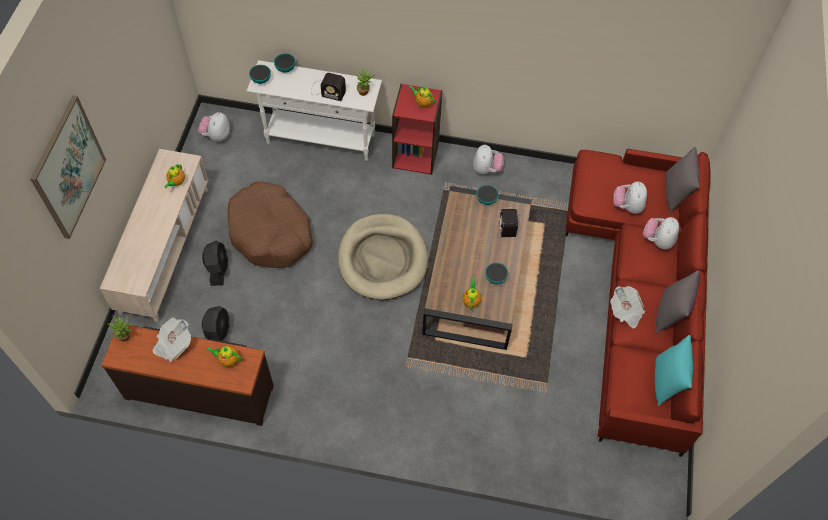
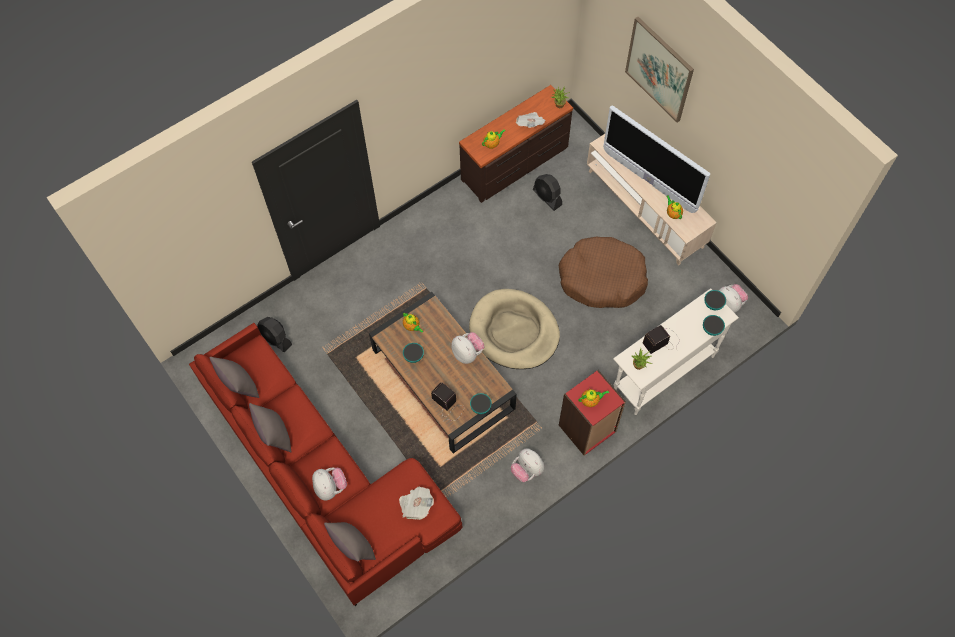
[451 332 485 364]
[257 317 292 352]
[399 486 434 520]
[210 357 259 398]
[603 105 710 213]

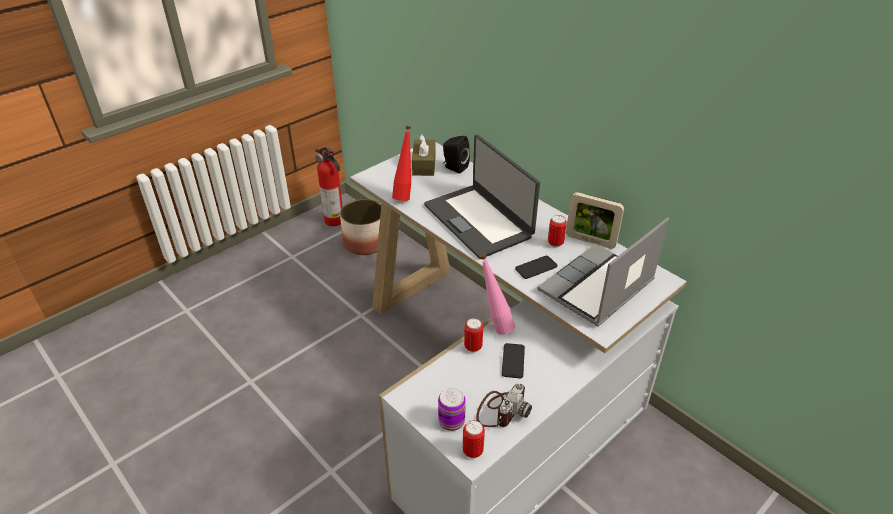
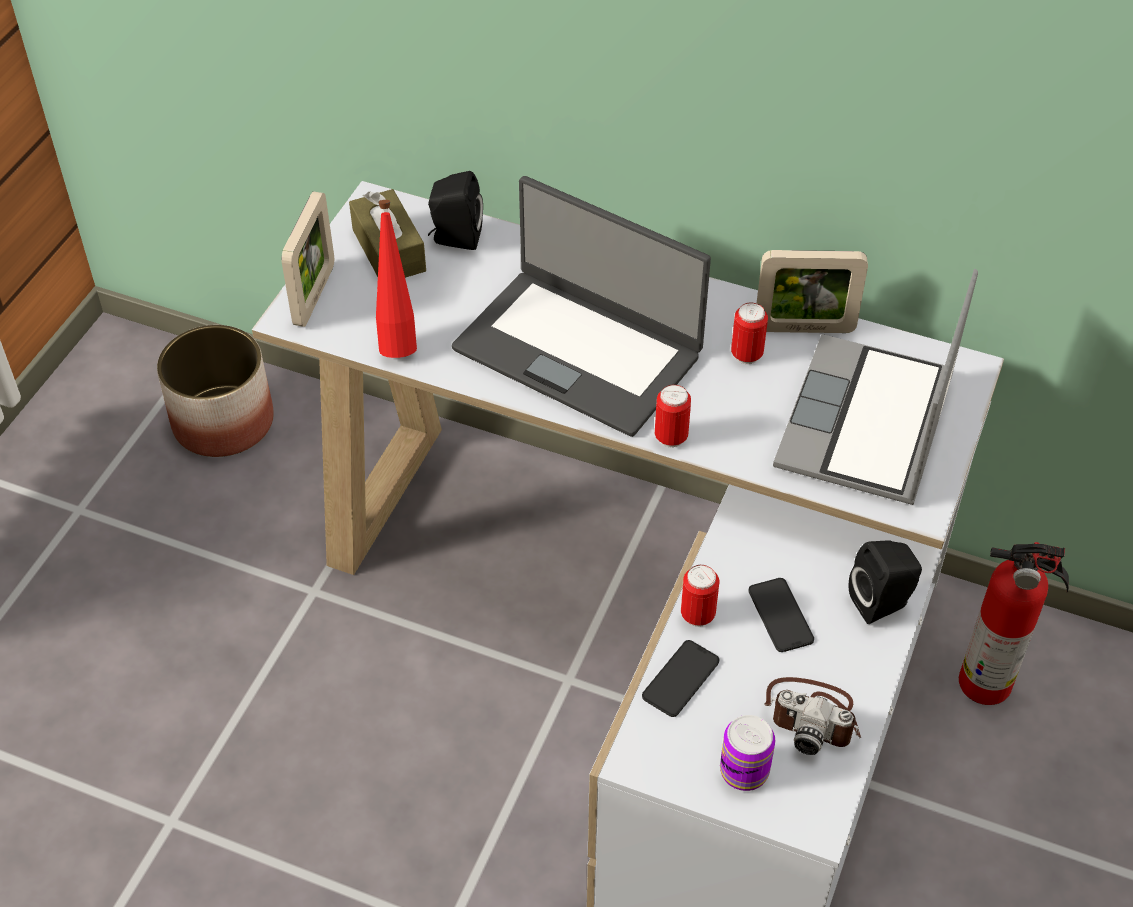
[959 542 1069 705]
[480 254 515 335] (first image)
[642 640 719 717]
[764 677 861 755]
[655 385 691 447]
[281 191 334 327]
[849 541 922 624]

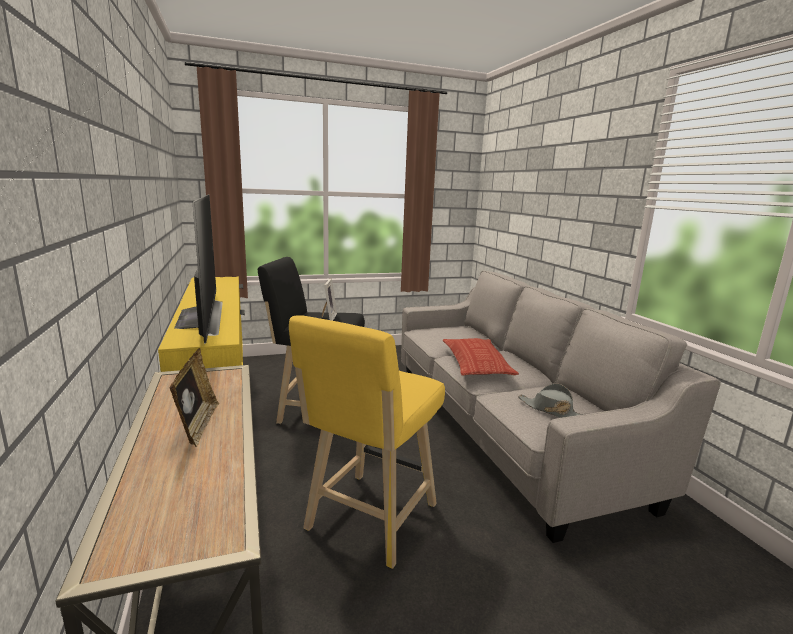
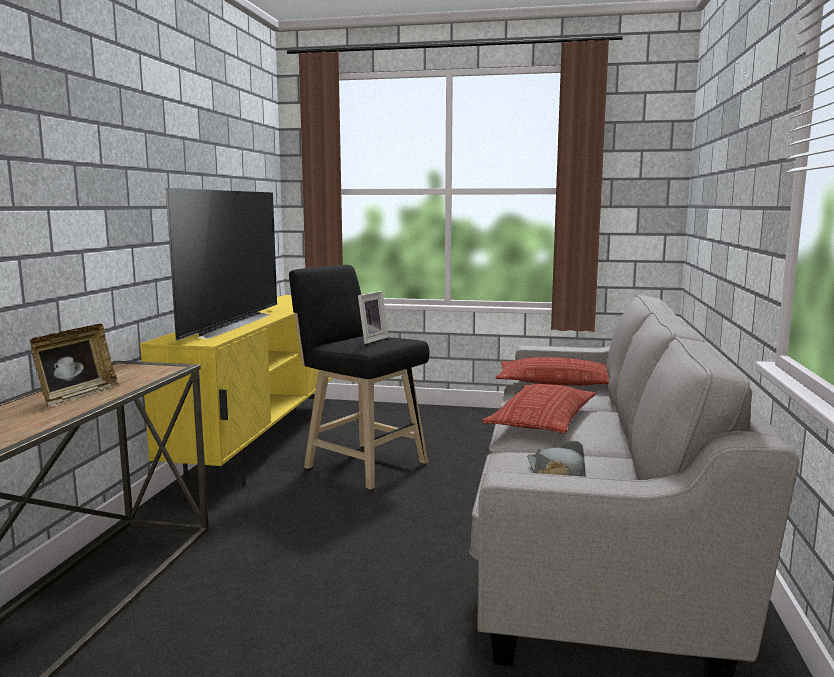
[289 315 445 569] (first image)
[495 357 609 385]

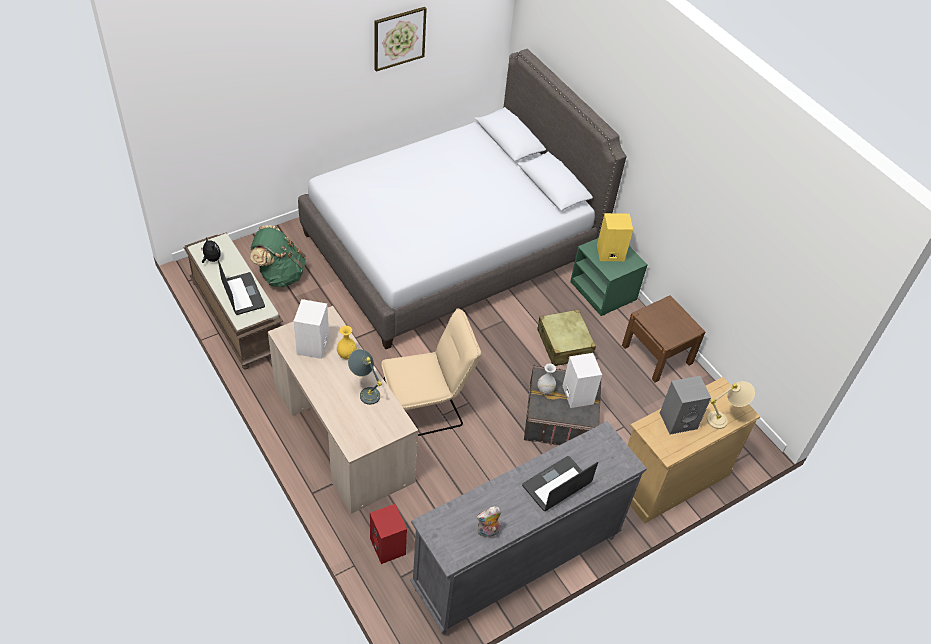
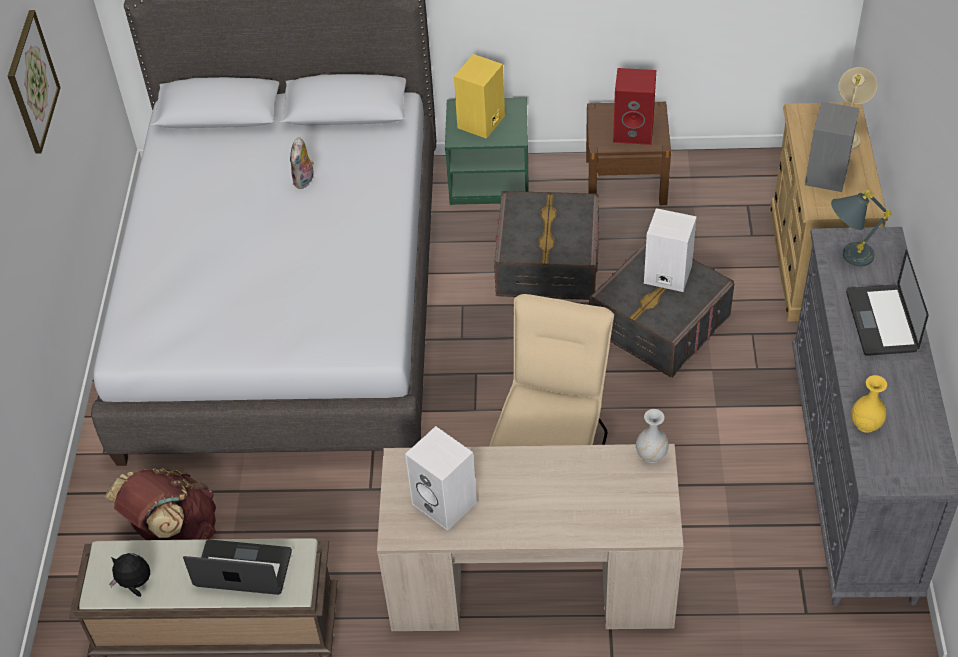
[104 468 216 540]
[494 191 600 300]
[851 375 887 433]
[831 190 892 267]
[636 409 669 463]
[613 68 656 145]
[290 137 314 189]

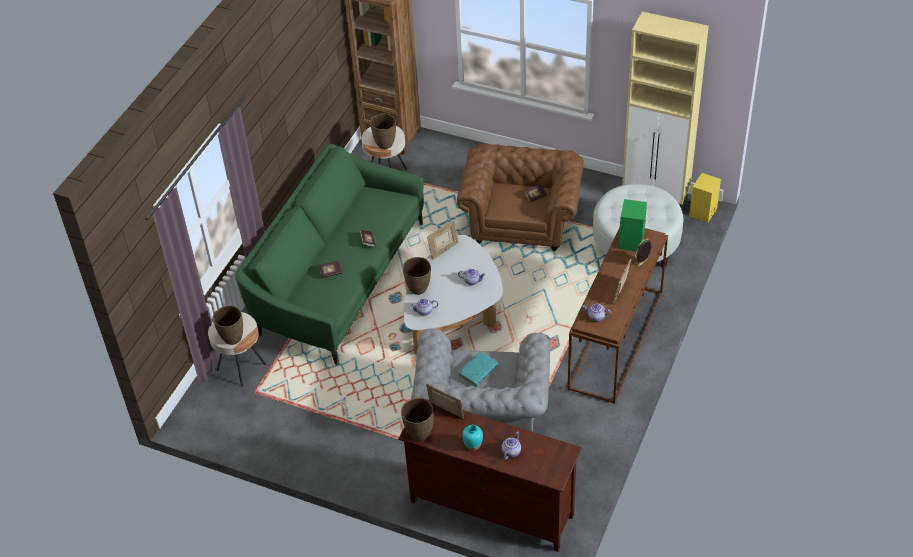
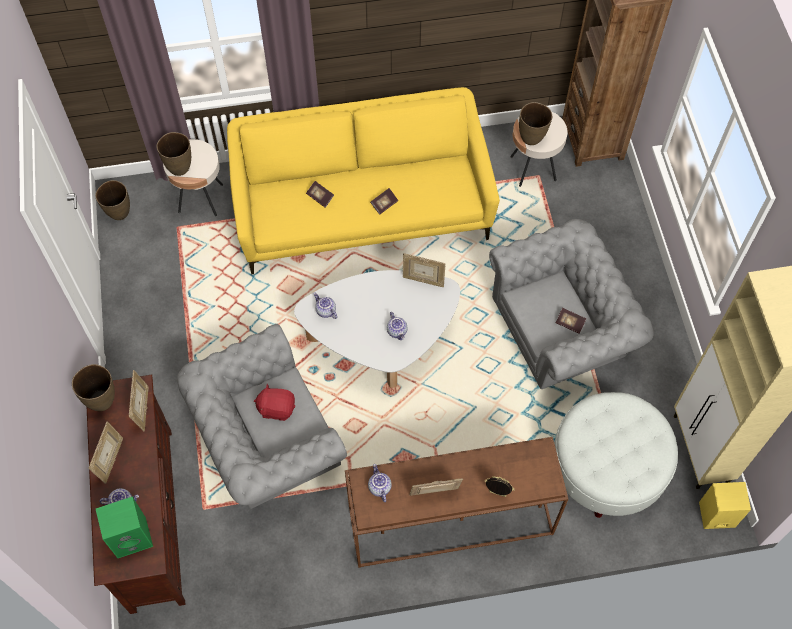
[227 87 500 275]
[489 219 654 389]
[96 497 153 558]
[95 180 130 220]
[254 384 295 421]
[89 422 123 484]

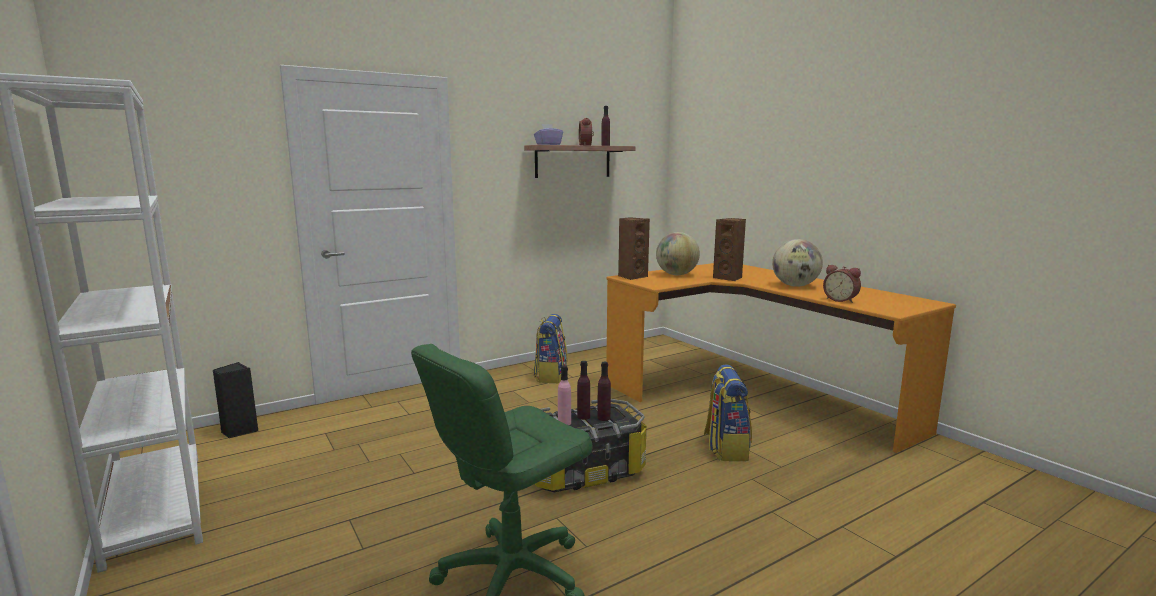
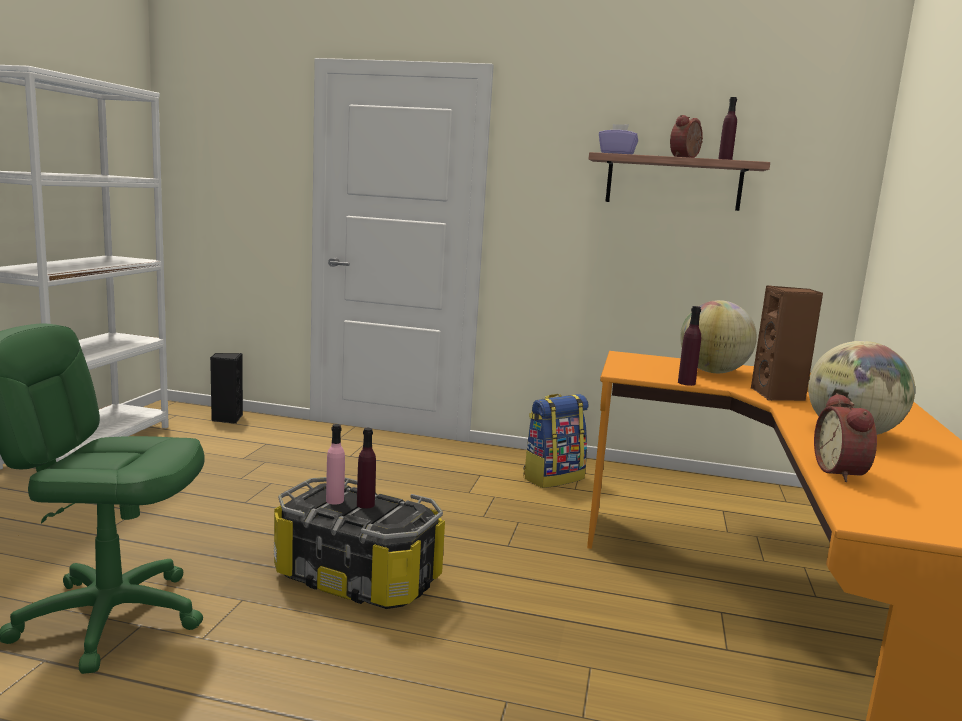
[618 217 650 280] (first image)
[678 306 701 386]
[704 364 752 461] (first image)

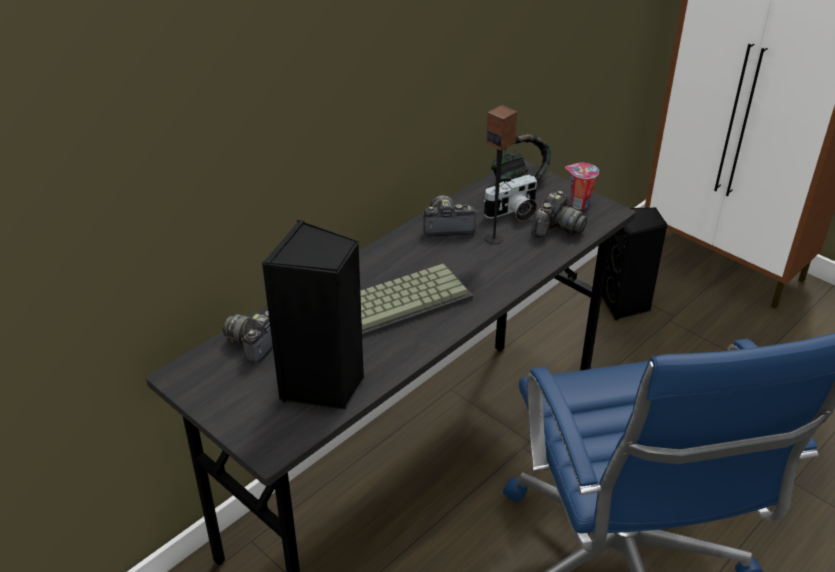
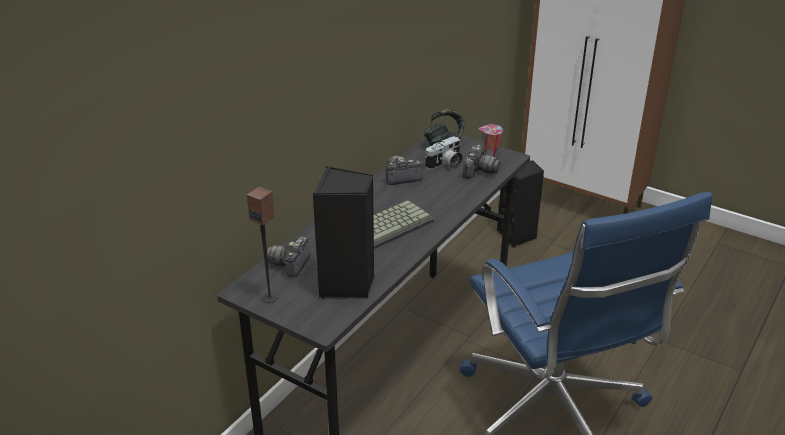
[247 187 278 303]

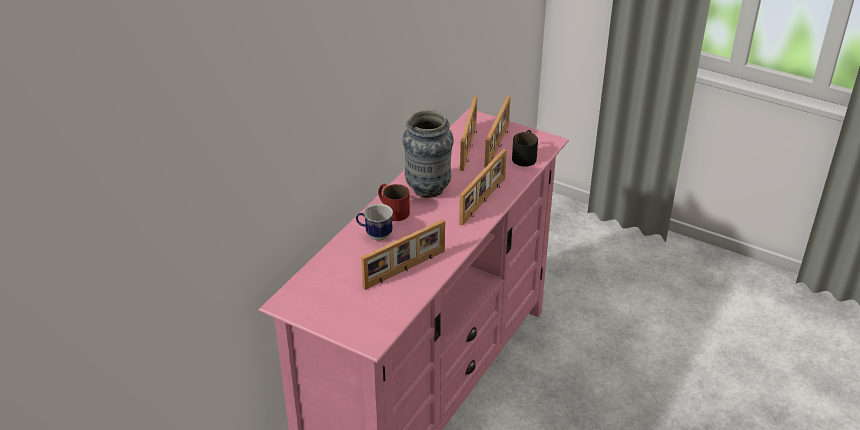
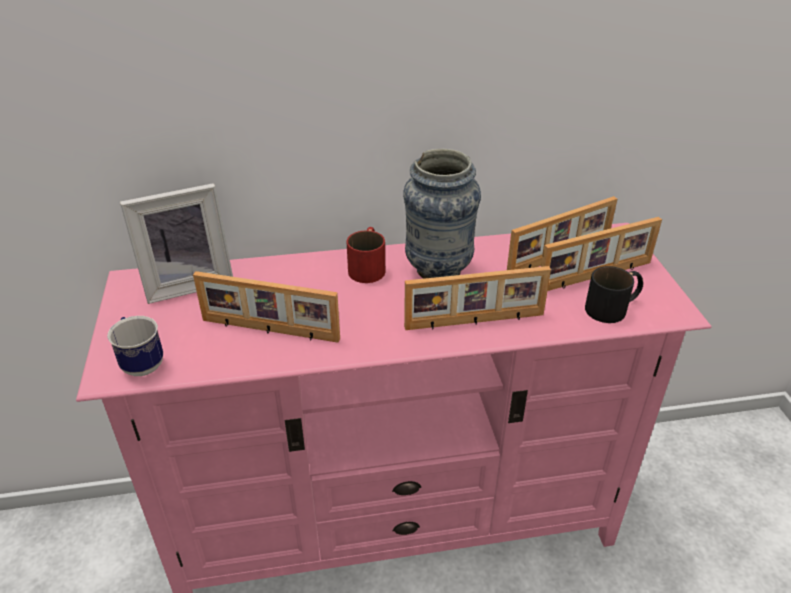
[107 316 163 376]
[120 183 233 304]

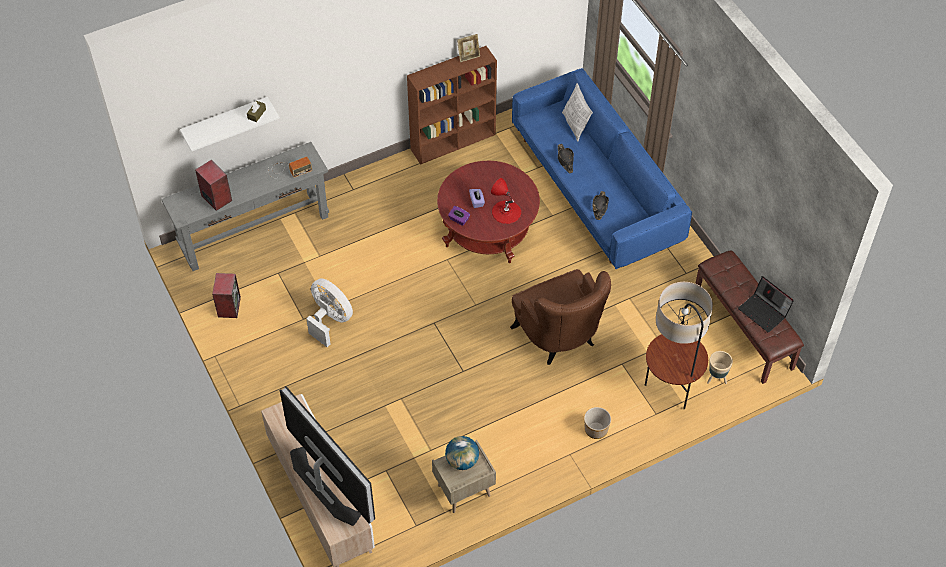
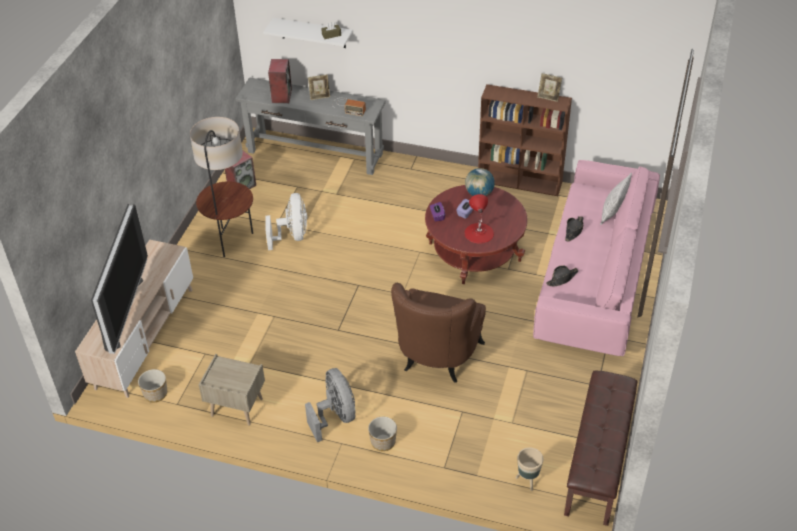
[533 160 660 356]
[738 276 794 333] (first image)
[190 117 253 257]
[465 168 495 196]
[308 74 330 100]
[305 368 356 442]
[138 369 167 402]

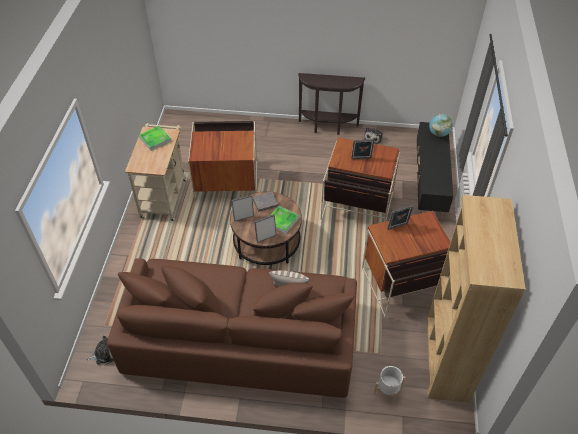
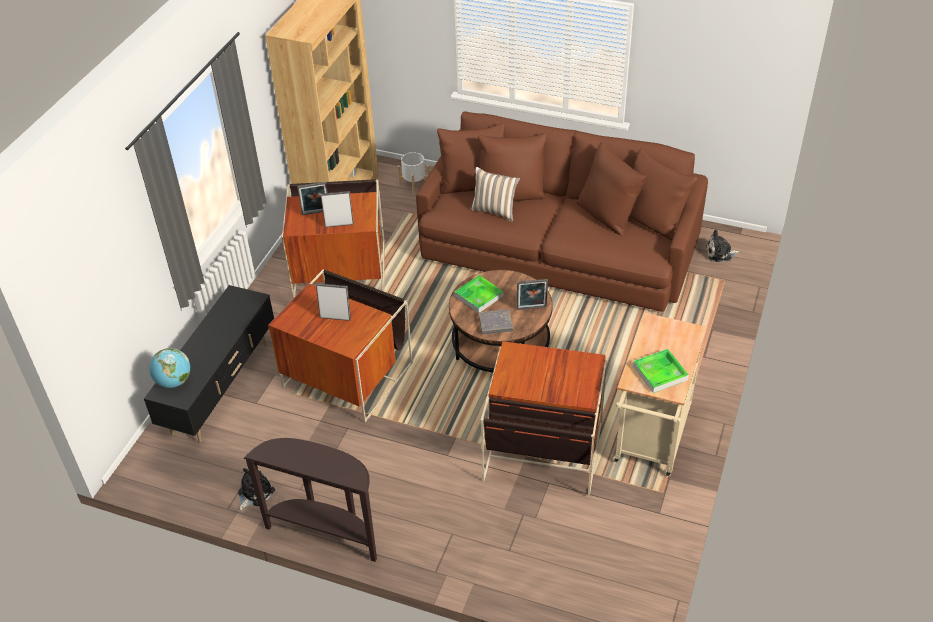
[297 182 328 215]

